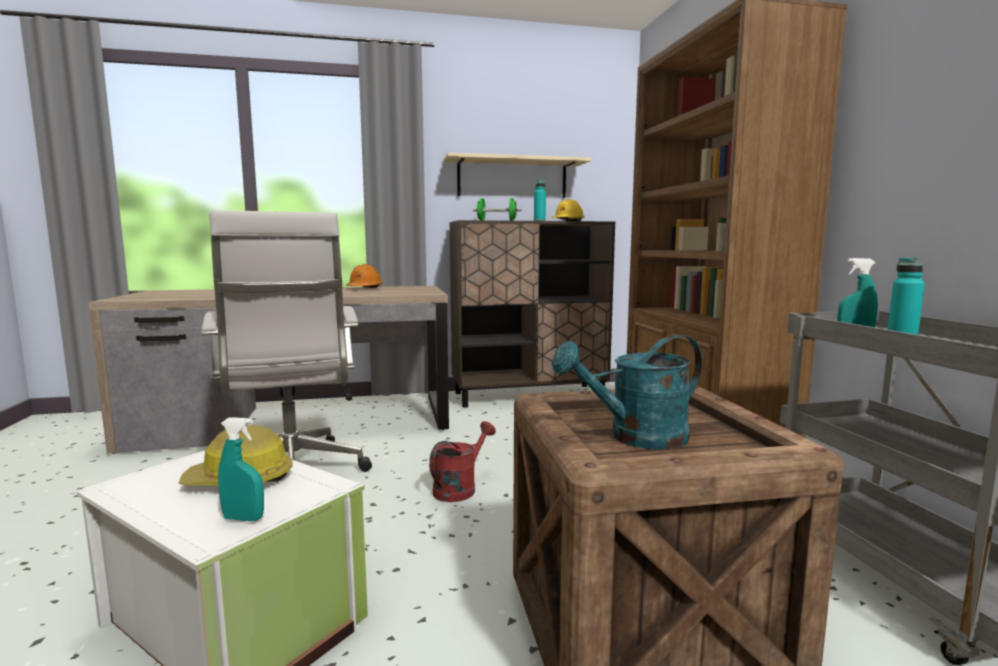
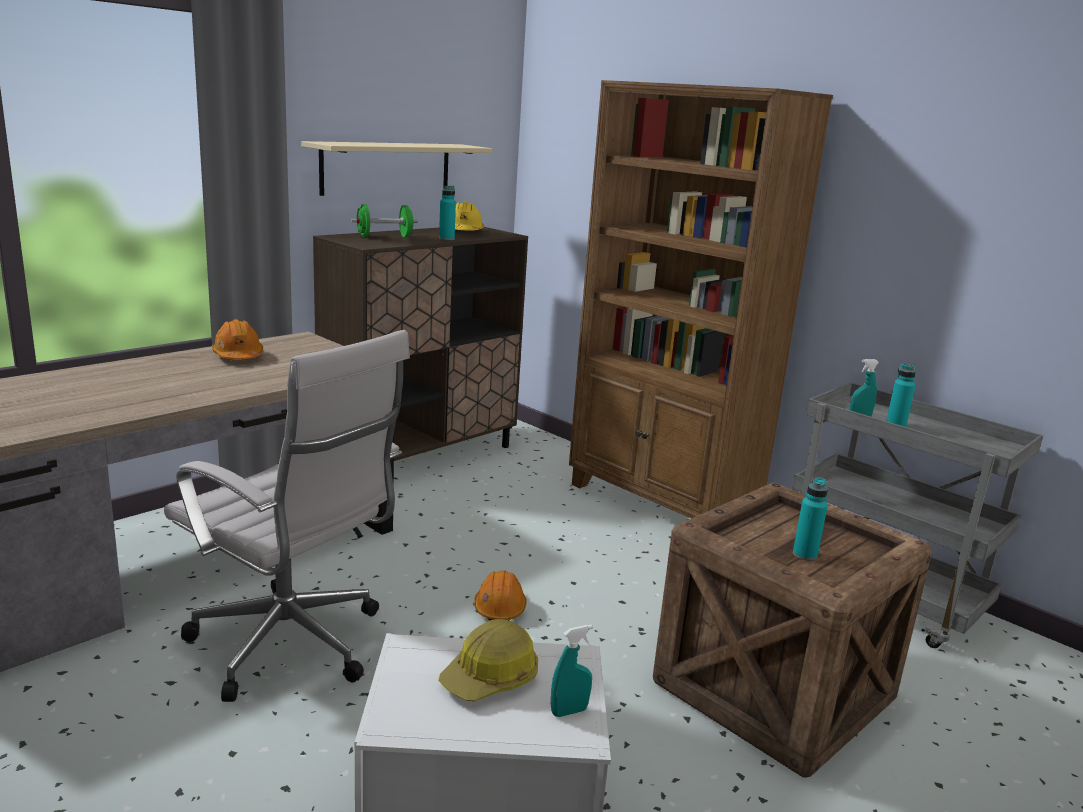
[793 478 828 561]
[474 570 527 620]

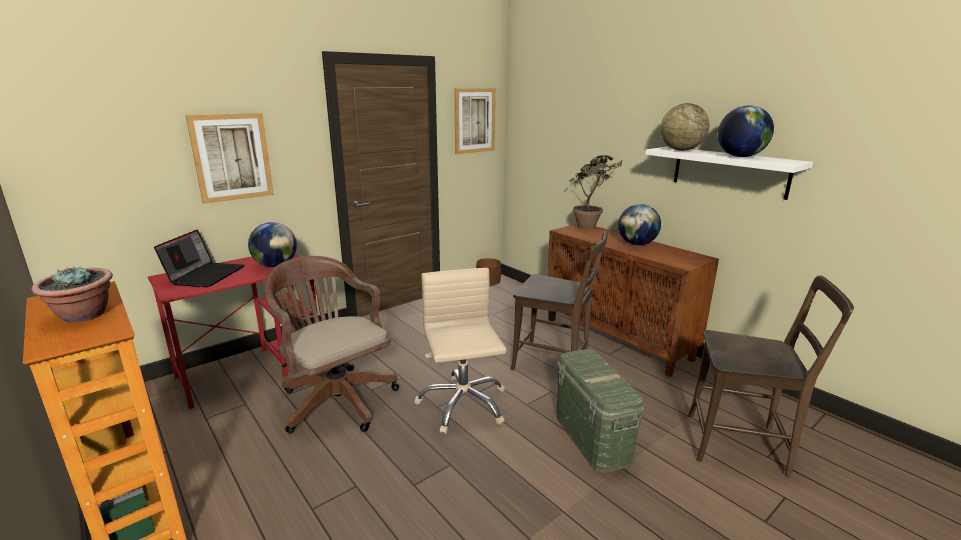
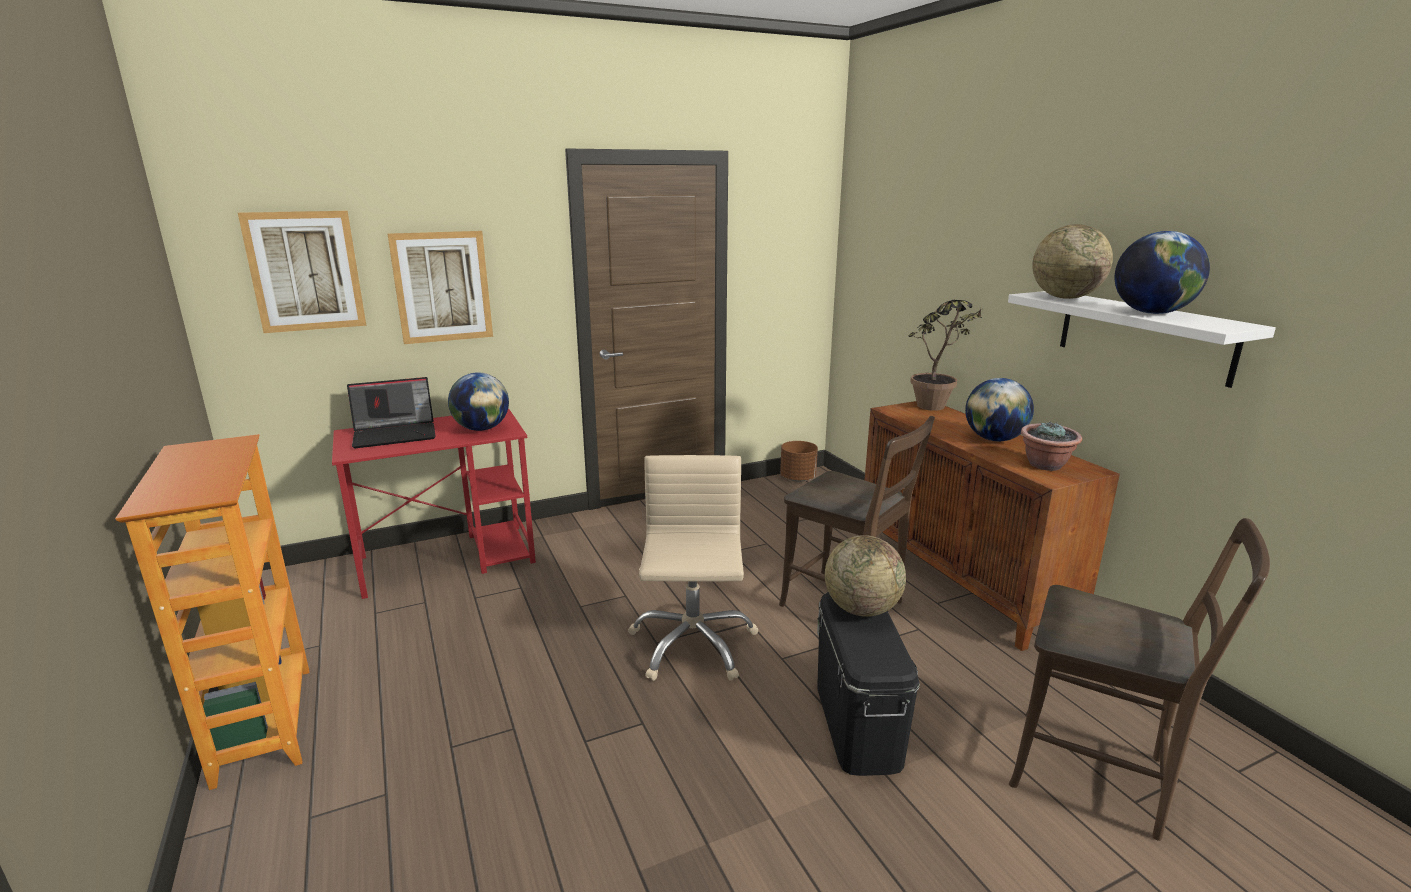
[238 211 366 333]
[347 377 436 448]
[265 256 399 434] (first image)
[1021 422 1082 471]
[817 592 920 776]
[825 535 906 617]

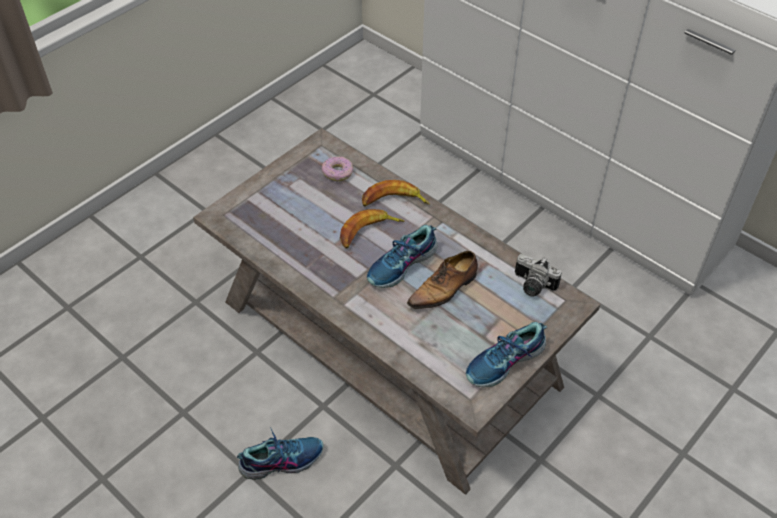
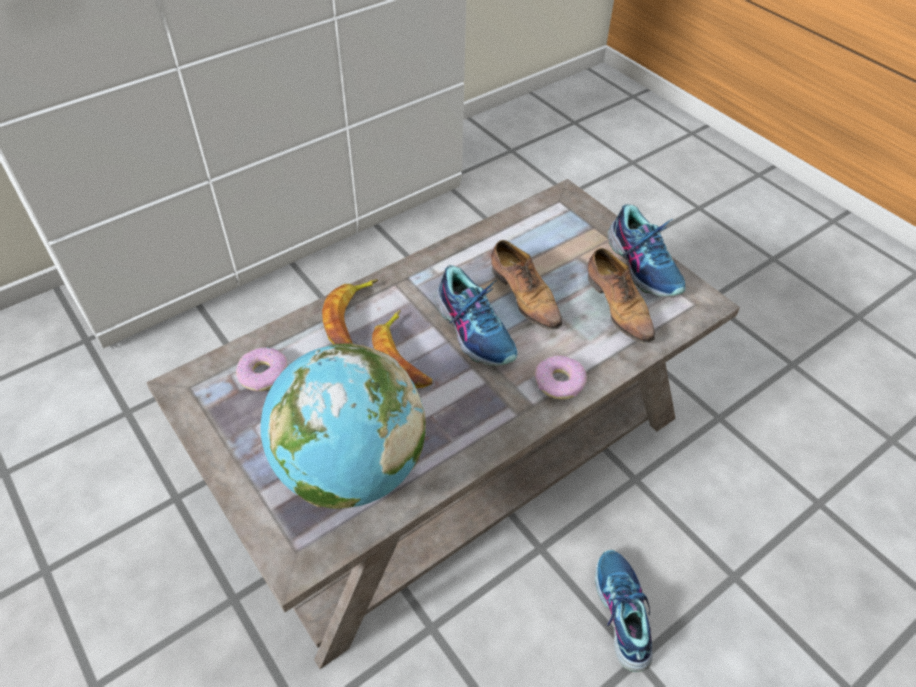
[515 254 562 297] (first image)
[588 248 655 344]
[261 343 426 509]
[534 356 587 399]

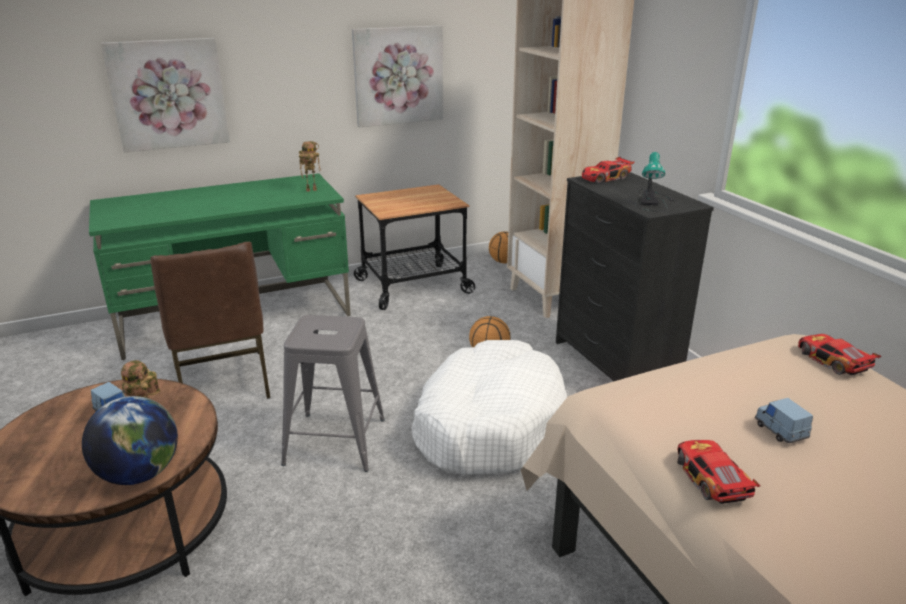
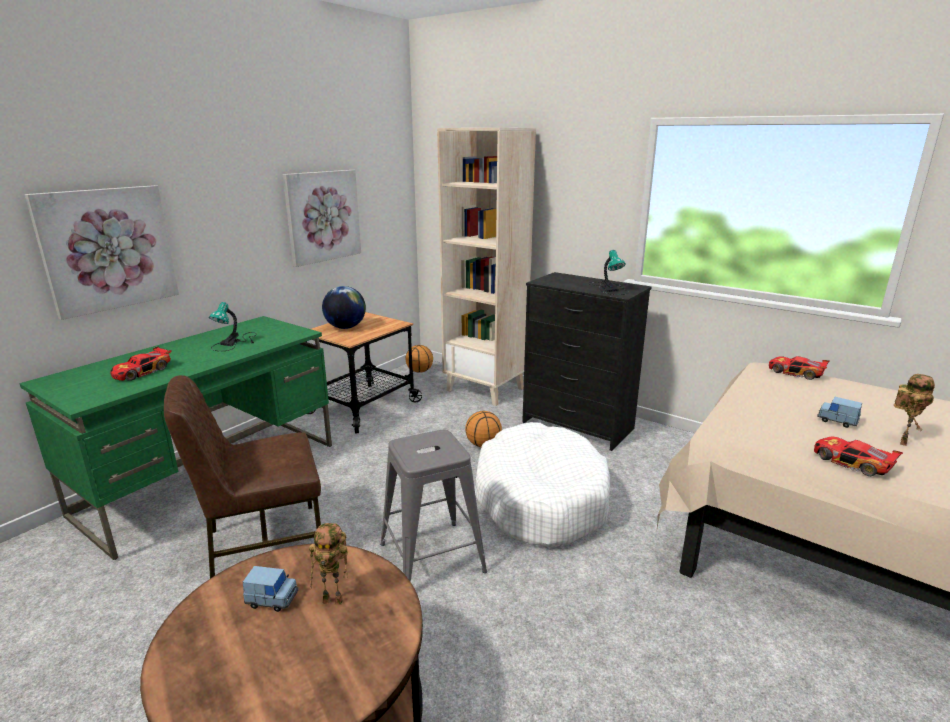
[894 374 935 446]
[110 346 172 381]
[164 375 321 578]
[322 286 366 329]
[209 302 257 351]

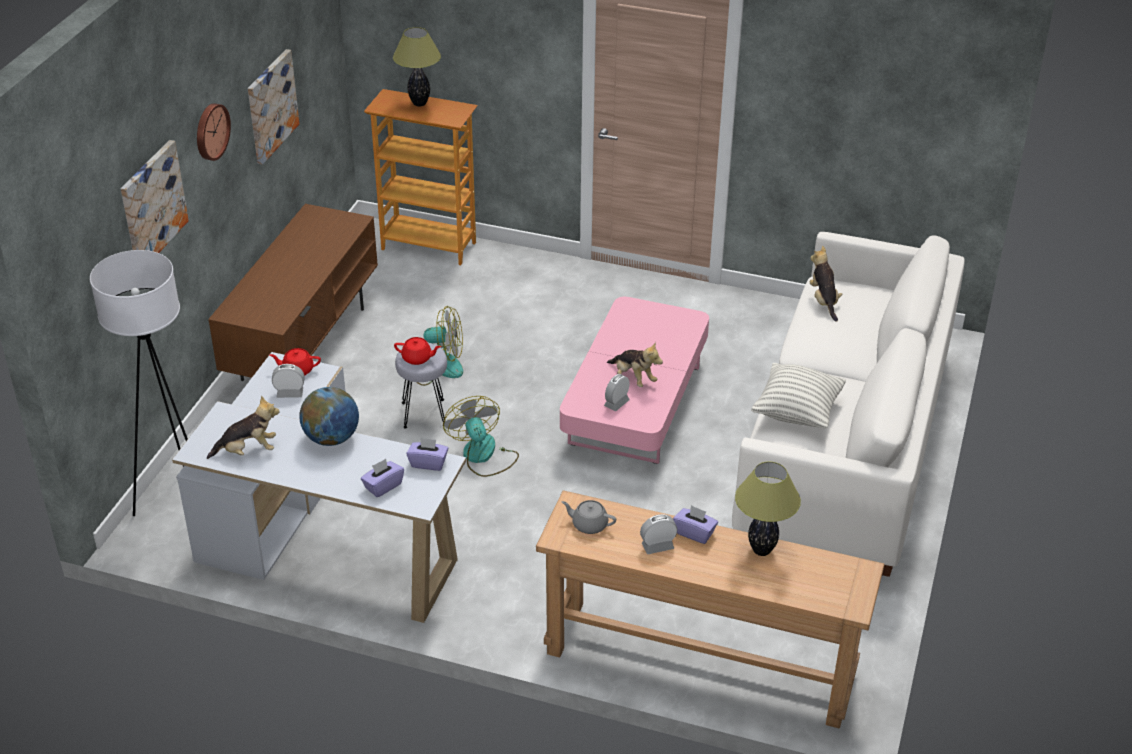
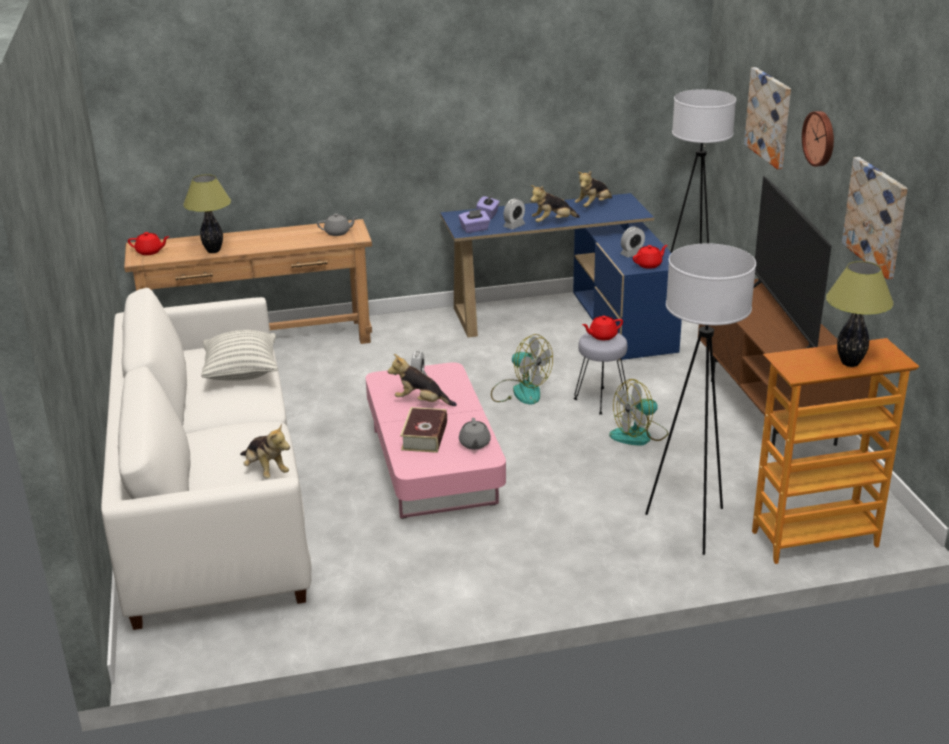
[440 193 682 361]
[531 185 580 222]
[673 505 718 544] (first image)
[503 199 525 229]
[754 176 832 349]
[128 232 169 255]
[645 243 756 555]
[400 407 447 453]
[459 418 491 449]

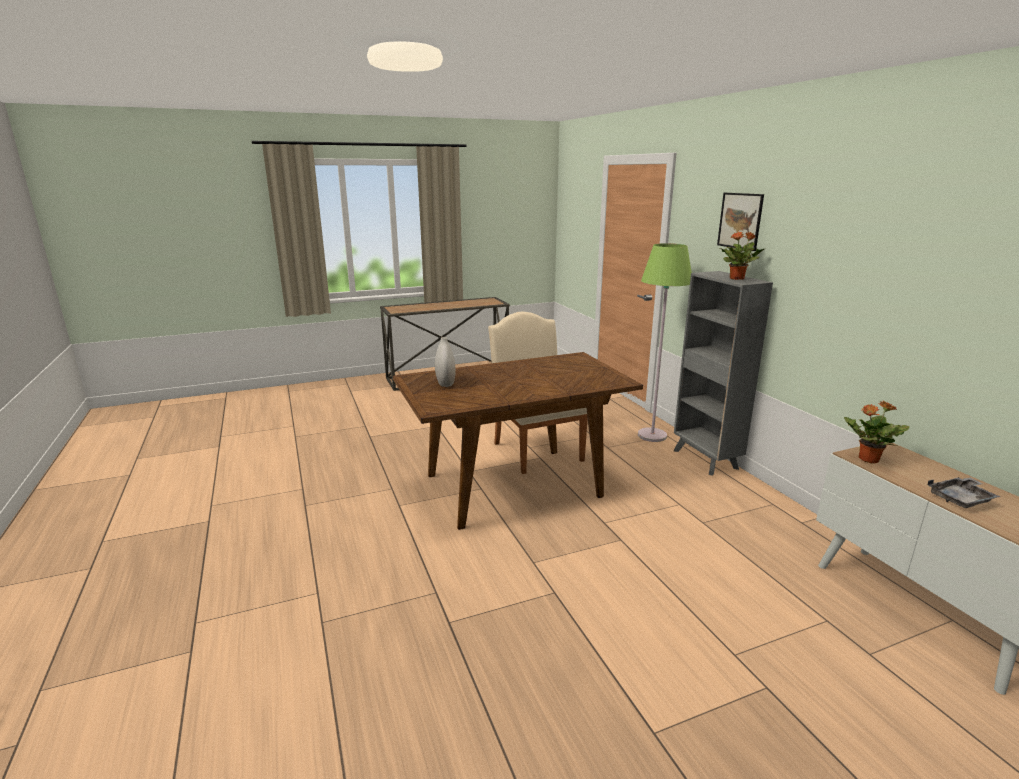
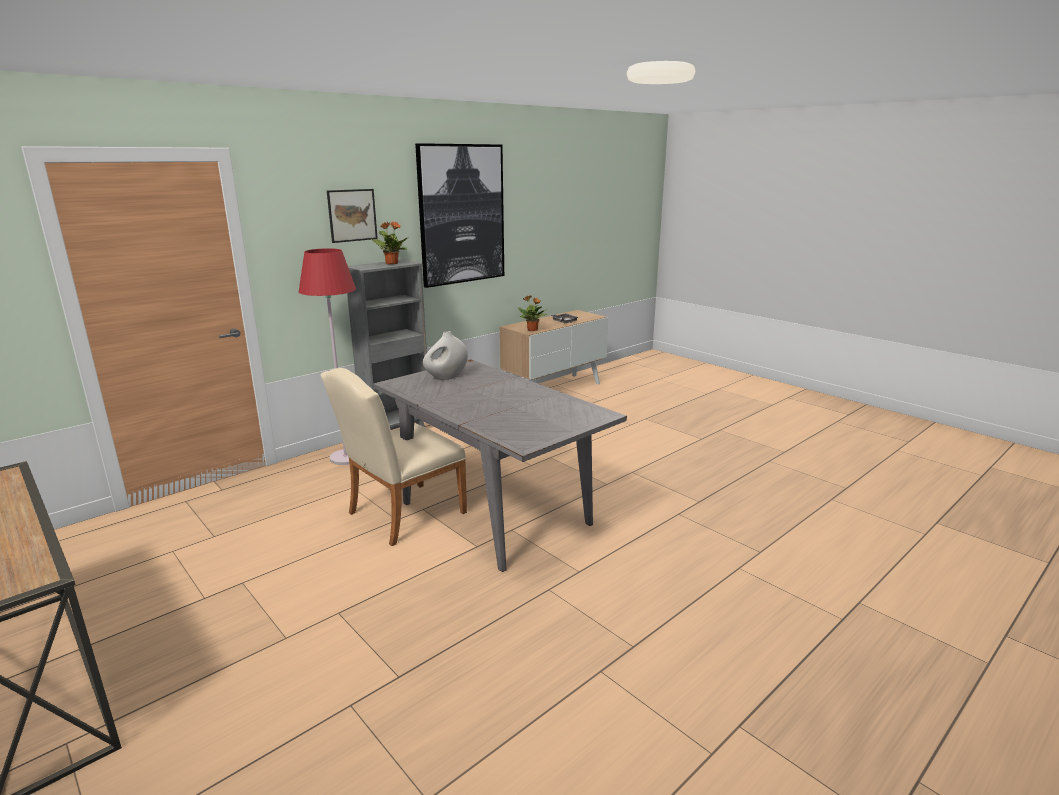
[299 248 356 465]
[423 331 468 380]
[373 359 627 572]
[415 143 504 288]

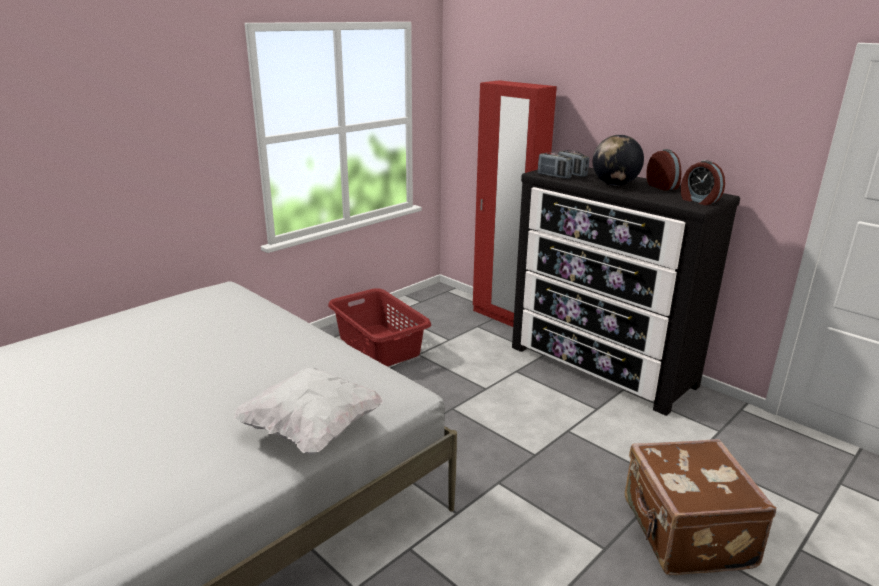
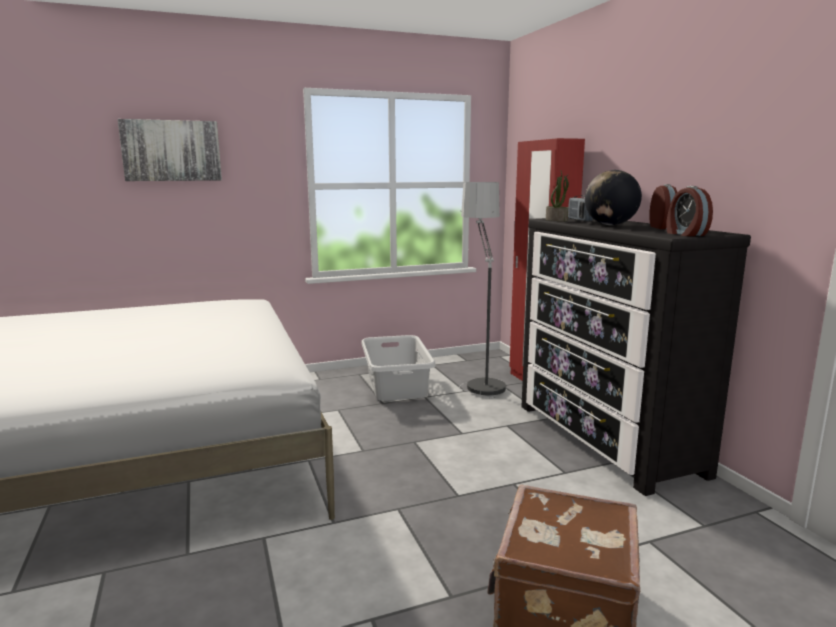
[546 171 569 221]
[361 335 436 401]
[234 368 383 455] (first image)
[118 119 222 181]
[459 182 506 398]

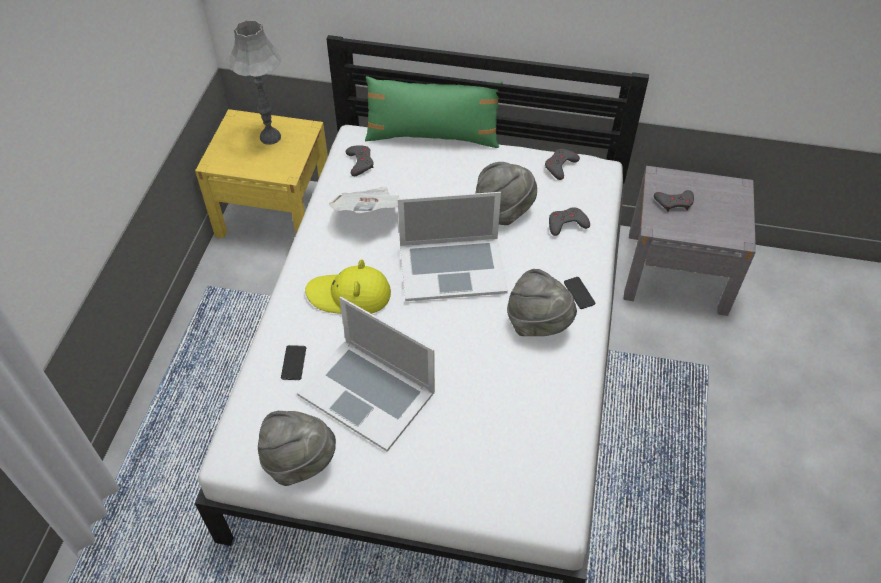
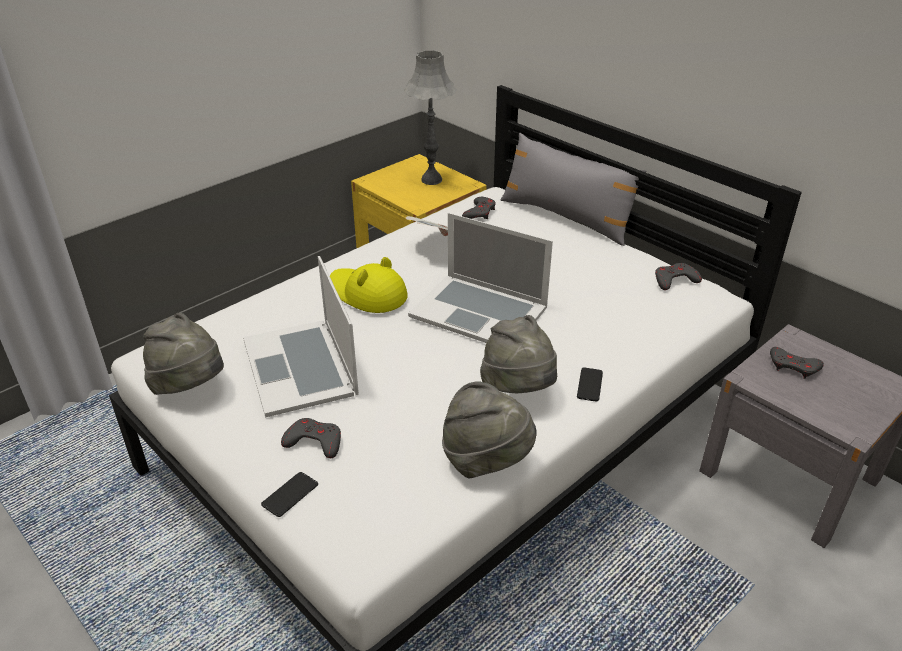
[501 133 646 246]
[442 382 536 478]
[281 418 341 458]
[261 472 318 517]

